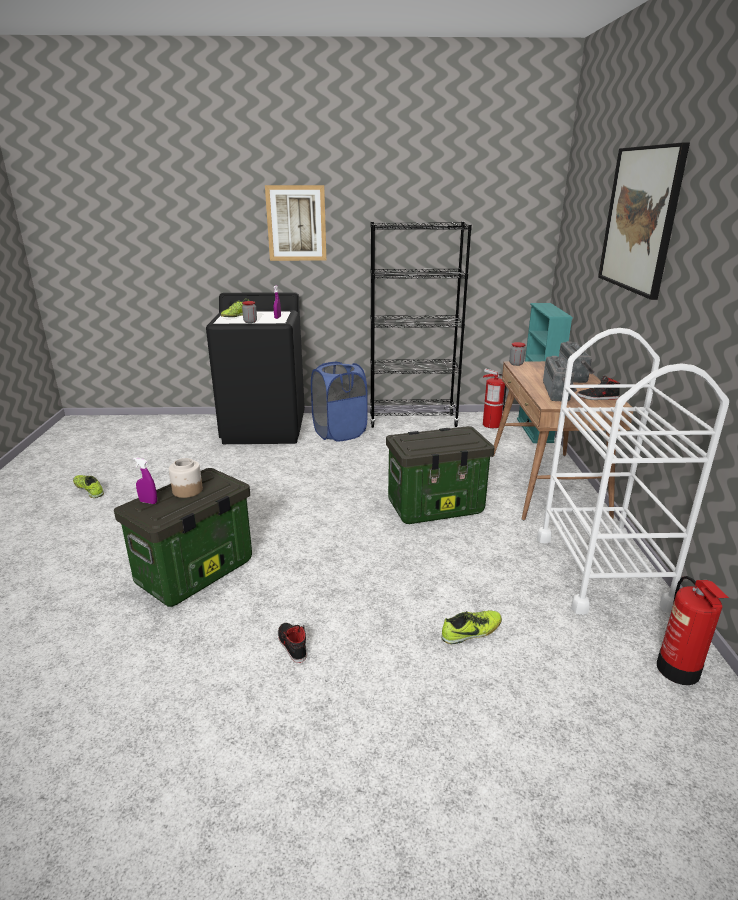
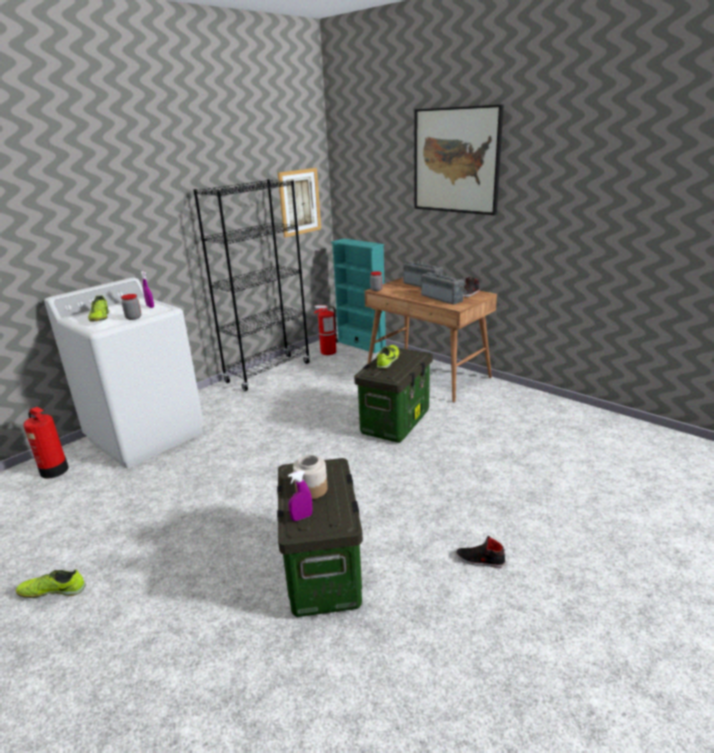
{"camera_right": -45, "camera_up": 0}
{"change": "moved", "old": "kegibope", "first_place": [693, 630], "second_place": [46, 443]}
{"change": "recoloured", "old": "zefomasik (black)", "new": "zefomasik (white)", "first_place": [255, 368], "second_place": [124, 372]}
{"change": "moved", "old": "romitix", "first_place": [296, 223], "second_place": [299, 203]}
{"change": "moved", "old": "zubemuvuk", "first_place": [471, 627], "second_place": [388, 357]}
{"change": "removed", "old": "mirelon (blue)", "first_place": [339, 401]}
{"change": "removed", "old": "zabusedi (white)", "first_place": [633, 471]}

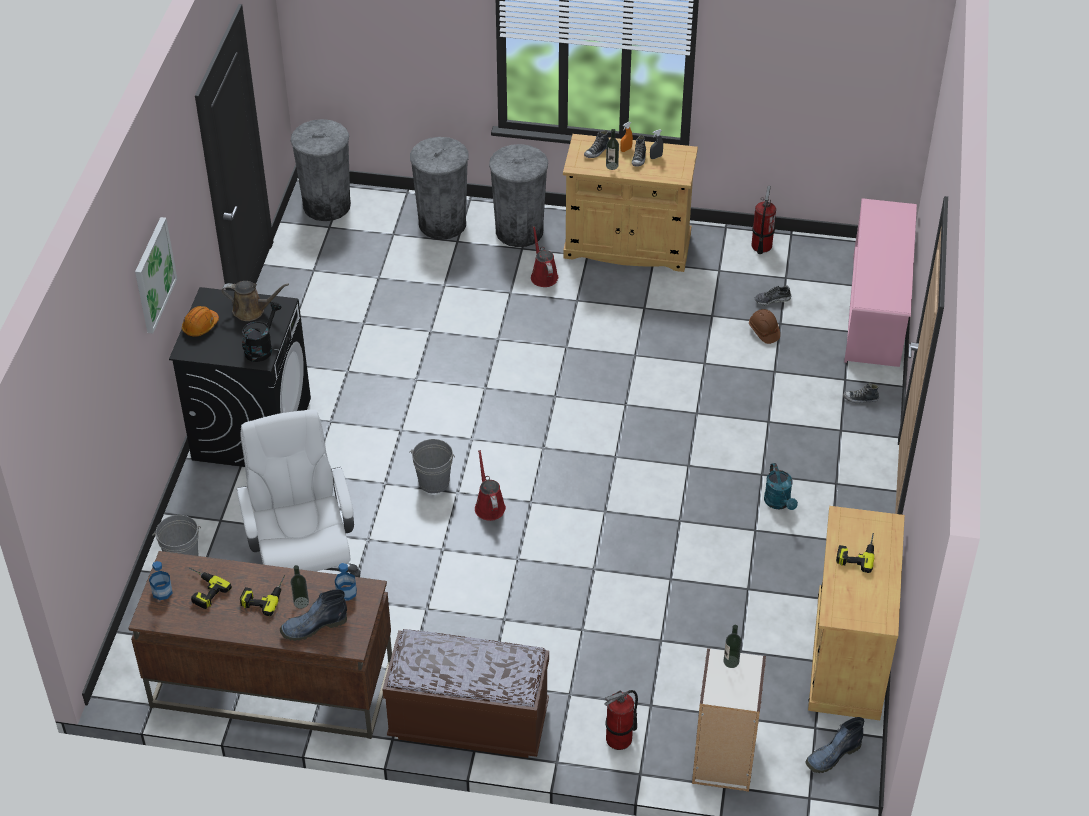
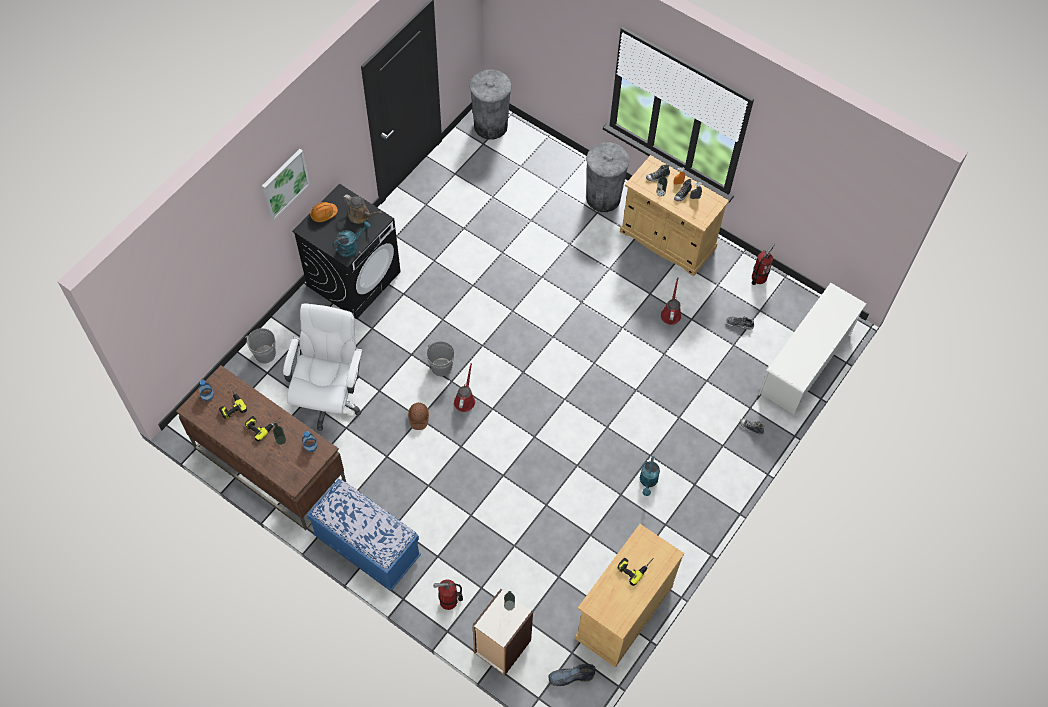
{"camera_right": 25, "camera_up": 15}
{"change": "recoloured", "old": "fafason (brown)", "new": "fafason (blue)", "first_place": [465, 693], "second_place": [364, 535]}
{"change": "recoloured", "old": "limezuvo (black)", "new": "limezuvo (turquoise)", "first_place": [262, 332], "second_place": [351, 239]}
{"change": "moved", "old": "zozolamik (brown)", "first_place": [764, 326], "second_place": [418, 416]}
{"change": "moved", "old": "limezuvo (red)", "first_place": [544, 256], "second_place": [671, 301]}
{"change": "recoloured", "old": "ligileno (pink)", "new": "ligileno (white)", "first_place": [880, 283], "second_place": [812, 348]}
{"change": "removed", "old": "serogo", "first_place": [313, 615]}
{"change": "removed", "old": "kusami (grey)", "first_place": [439, 188]}

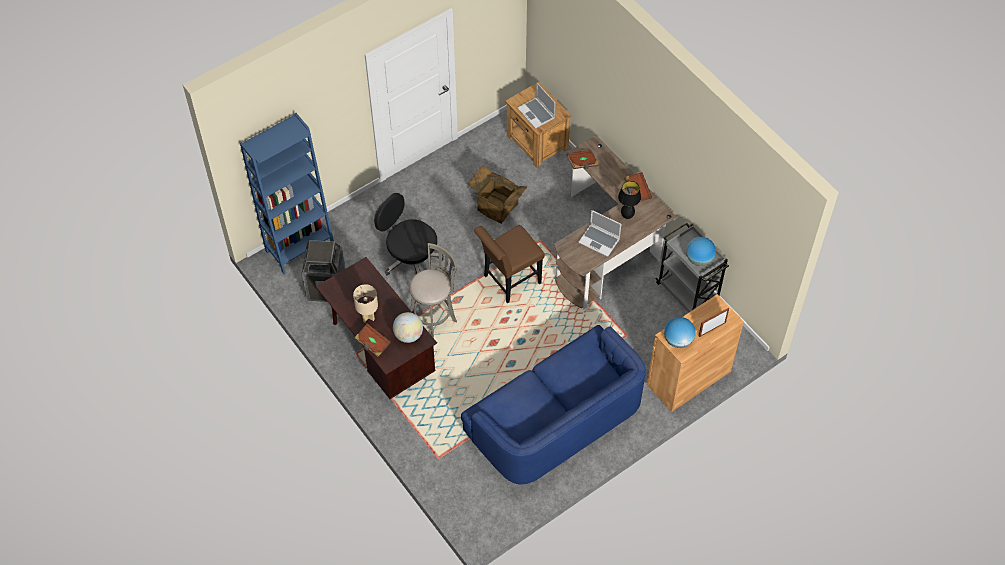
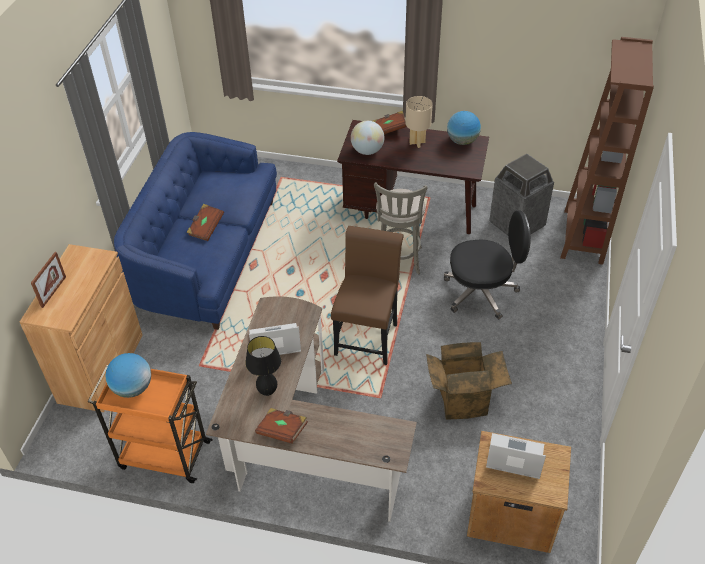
{"camera_right": 140, "camera_up": -10}
{"change": "recoloured", "old": "zabusedi (grey)", "new": "zabusedi (orange)", "first_place": [692, 268], "second_place": [150, 424]}
{"change": "moved", "old": "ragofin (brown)", "first_place": [582, 159], "second_place": [205, 222]}
{"change": "moved", "old": "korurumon", "first_place": [679, 332], "second_place": [464, 128]}
{"change": "recoloured", "old": "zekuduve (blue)", "new": "zekuduve (brown)", "first_place": [287, 193], "second_place": [607, 150]}

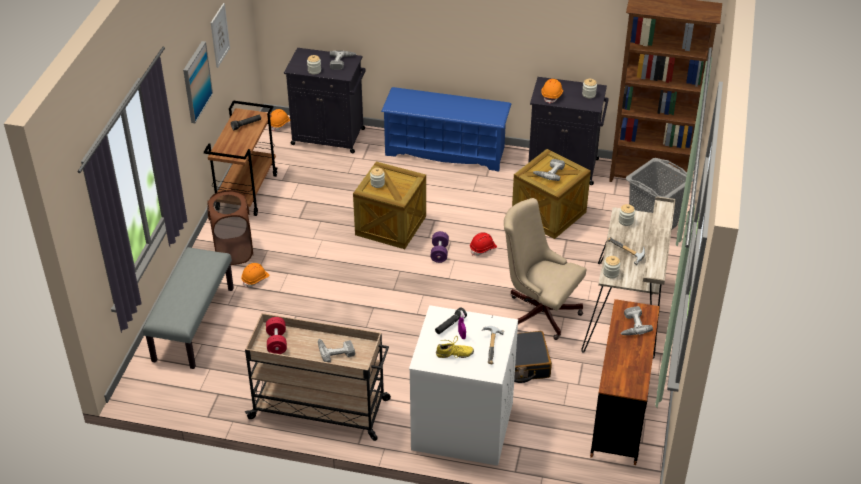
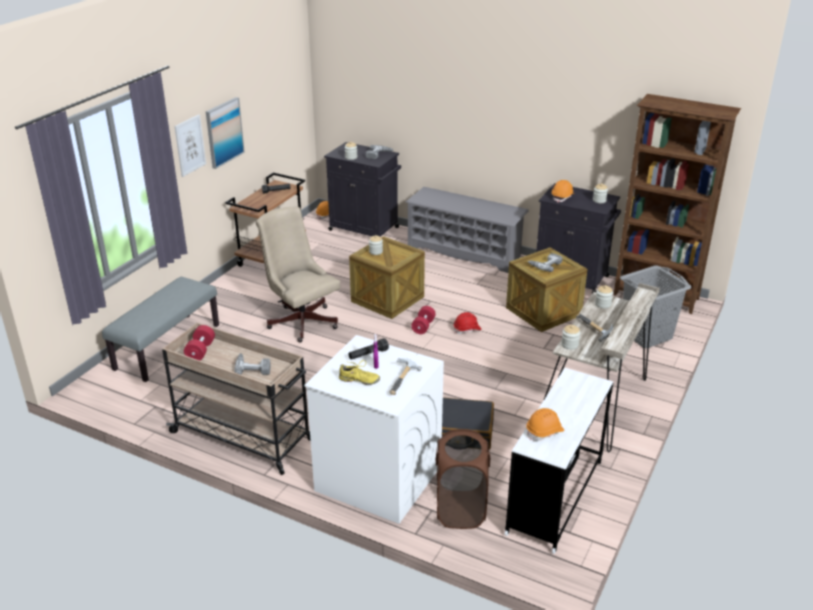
{"camera_right": 15, "camera_up": -10}
{"change": "moved", "old": "romitix", "first_place": [220, 35], "second_place": [190, 146]}
{"change": "moved", "old": "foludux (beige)", "first_place": [545, 269], "second_place": [298, 274]}
{"change": "recoloured", "old": "ligileno (blue)", "new": "ligileno (grey)", "first_place": [446, 129], "second_place": [467, 230]}
{"change": "recoloured", "old": "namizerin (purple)", "new": "namizerin (red)", "first_place": [440, 247], "second_place": [423, 320]}
{"change": "moved", "old": "mirelon (brown)", "first_place": [230, 227], "second_place": [463, 479]}
{"change": "recoloured", "old": "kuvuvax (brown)", "new": "kuvuvax (white)", "first_place": [625, 382], "second_place": [559, 461]}
{"change": "moved", "old": "zozolamik (orange)", "first_place": [255, 275], "second_place": [545, 424]}
{"change": "removed", "old": "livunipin", "first_place": [637, 320]}

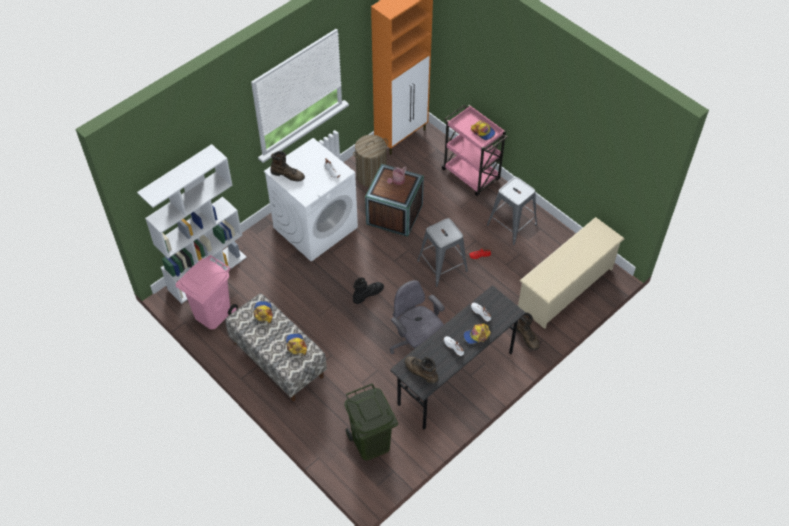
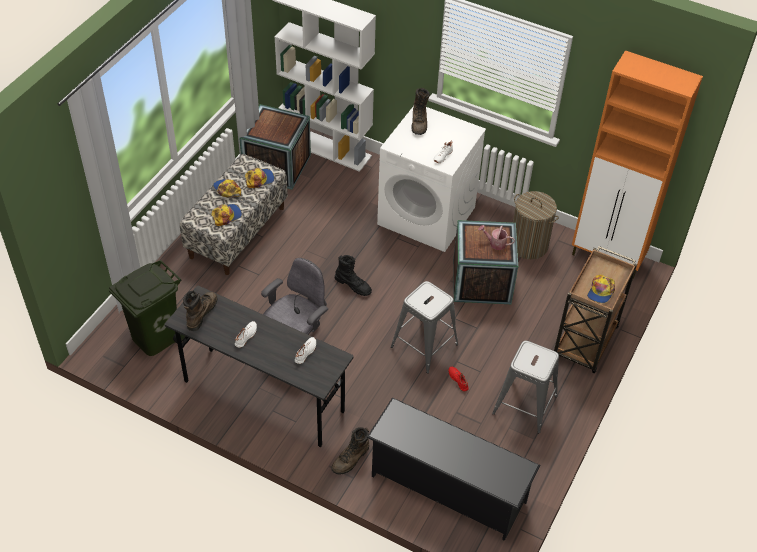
{"camera_right": 70, "camera_up": -5}
{"change": "moved", "old": "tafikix", "first_place": [477, 334], "second_place": [227, 188]}
{"change": "replaced", "old": "kusami (pink)", "new": "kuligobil", "first_place": [207, 292], "second_place": [275, 146]}
{"change": "recoloured", "old": "ligileno (beige)", "new": "ligileno (black)", "first_place": [571, 273], "second_place": [454, 469]}
{"change": "recoloured", "old": "zabusedi (pink)", "new": "zabusedi (brown)", "first_place": [474, 150], "second_place": [595, 310]}

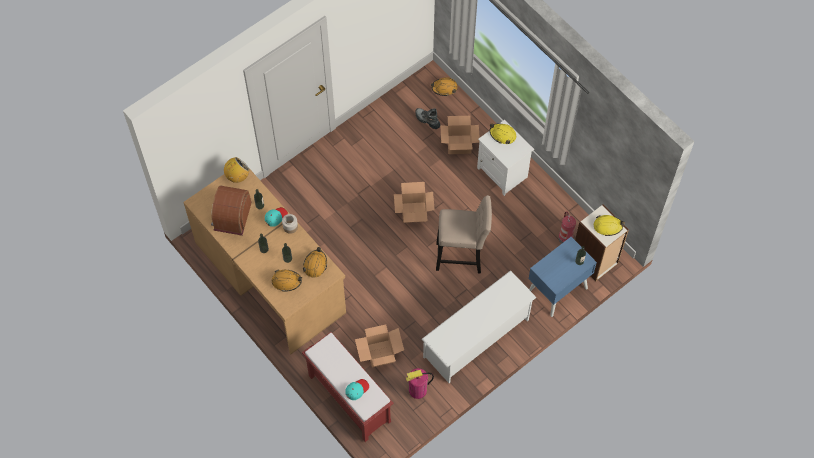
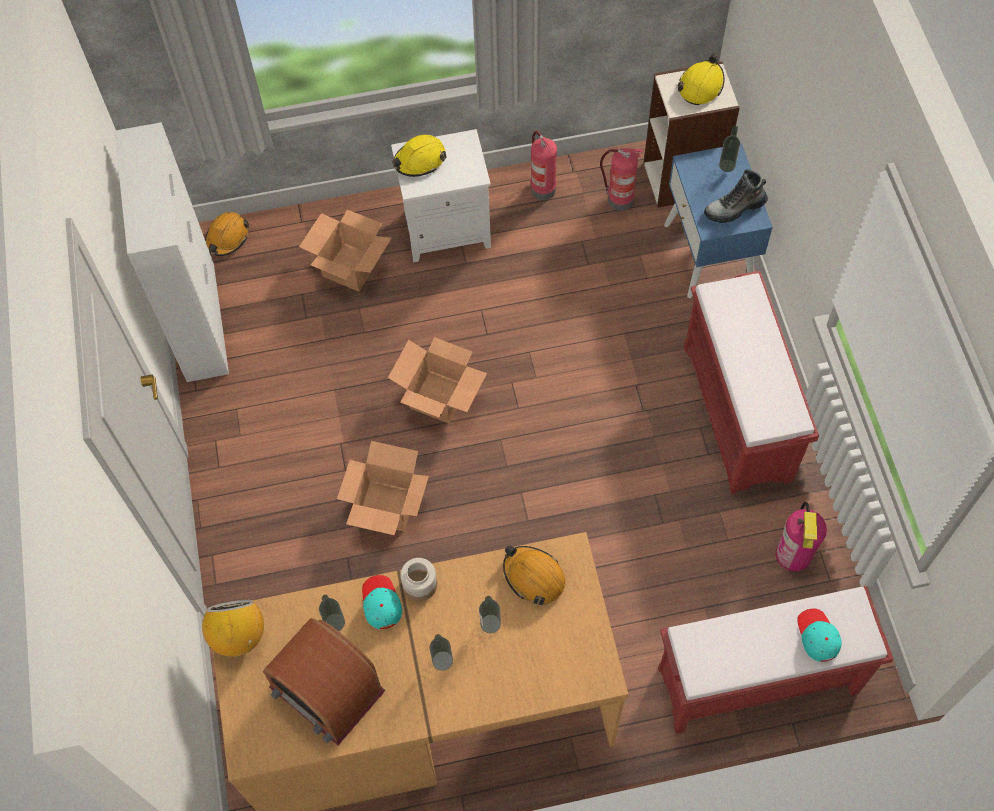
{"camera_right": -60, "camera_up": 0}
{"change": "added", "new": "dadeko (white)", "second_place": [171, 252]}
{"change": "moved", "old": "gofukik", "first_place": [379, 345], "second_place": [383, 488]}
{"change": "added", "new": "kegibope", "second_place": [543, 165]}
{"change": "replaced", "old": "ligileno (white)", "new": "fafason (red)", "first_place": [479, 326], "second_place": [751, 383]}
{"change": "moved", "old": "serogo", "first_place": [427, 118], "second_place": [736, 196]}
{"change": "removed", "old": "zozolamik (orange)", "first_place": [287, 281]}
{"change": "removed", "old": "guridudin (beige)", "first_place": [464, 234]}

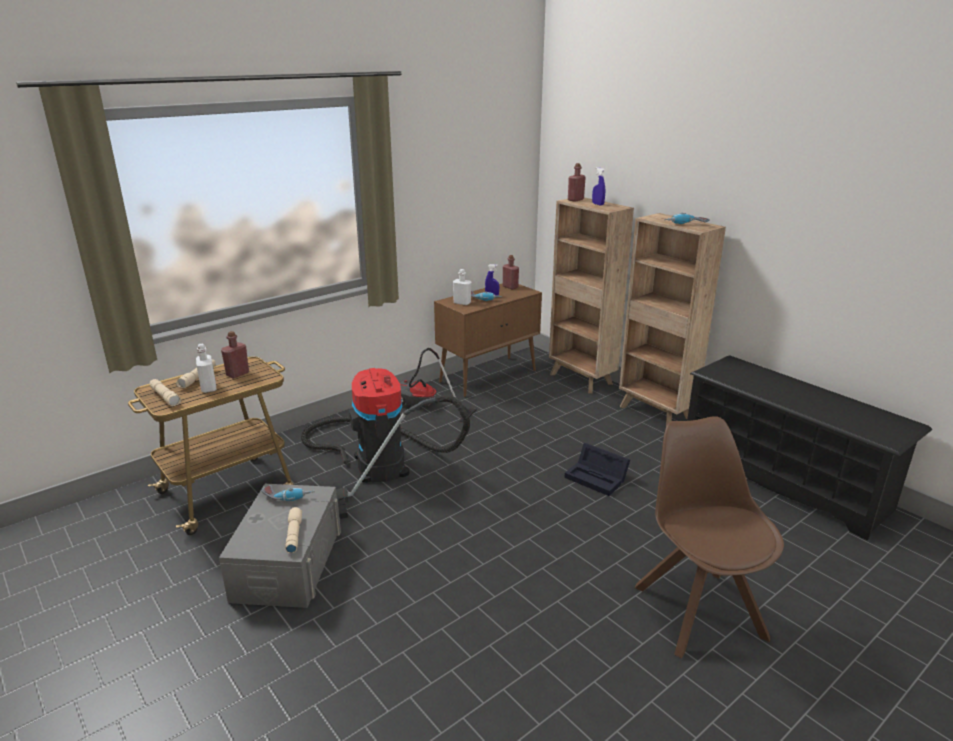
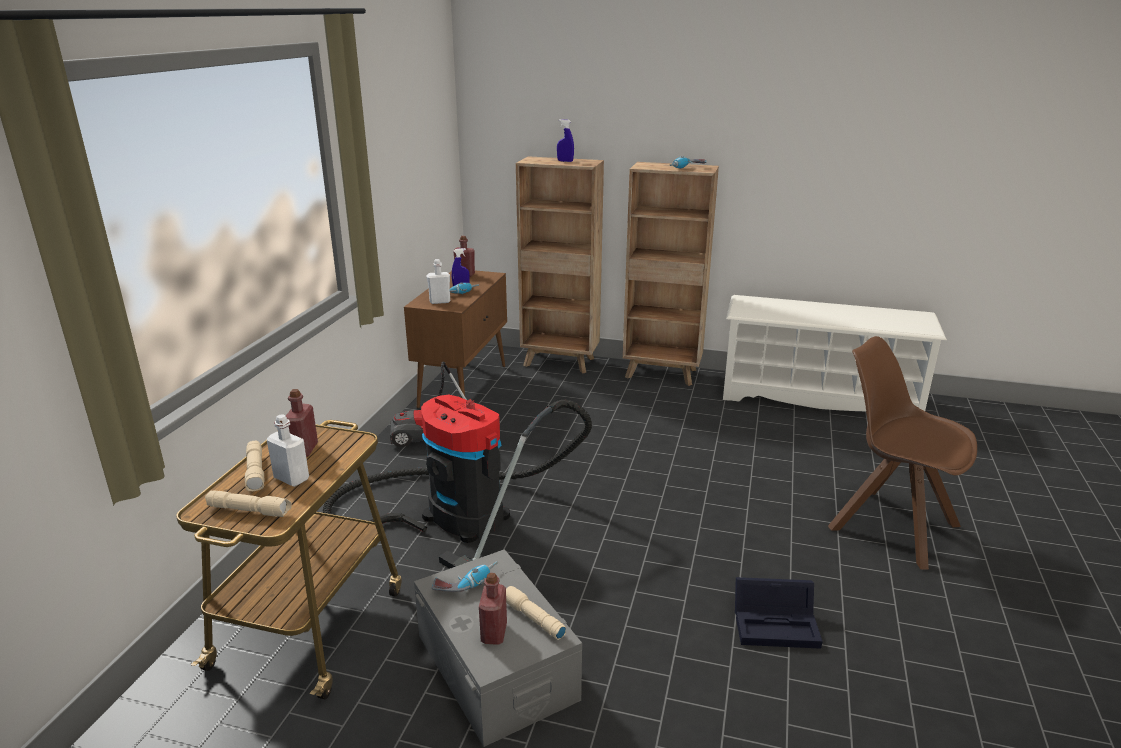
{"camera_right": -35, "camera_up": 0}
{"change": "moved", "old": "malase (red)", "first_place": [577, 182], "second_place": [493, 609]}
{"change": "recoloured", "old": "ligileno (black)", "new": "ligileno (white)", "first_place": [809, 448], "second_place": [835, 353]}
{"change": "moved", "old": "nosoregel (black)", "first_place": [597, 469], "second_place": [779, 613]}

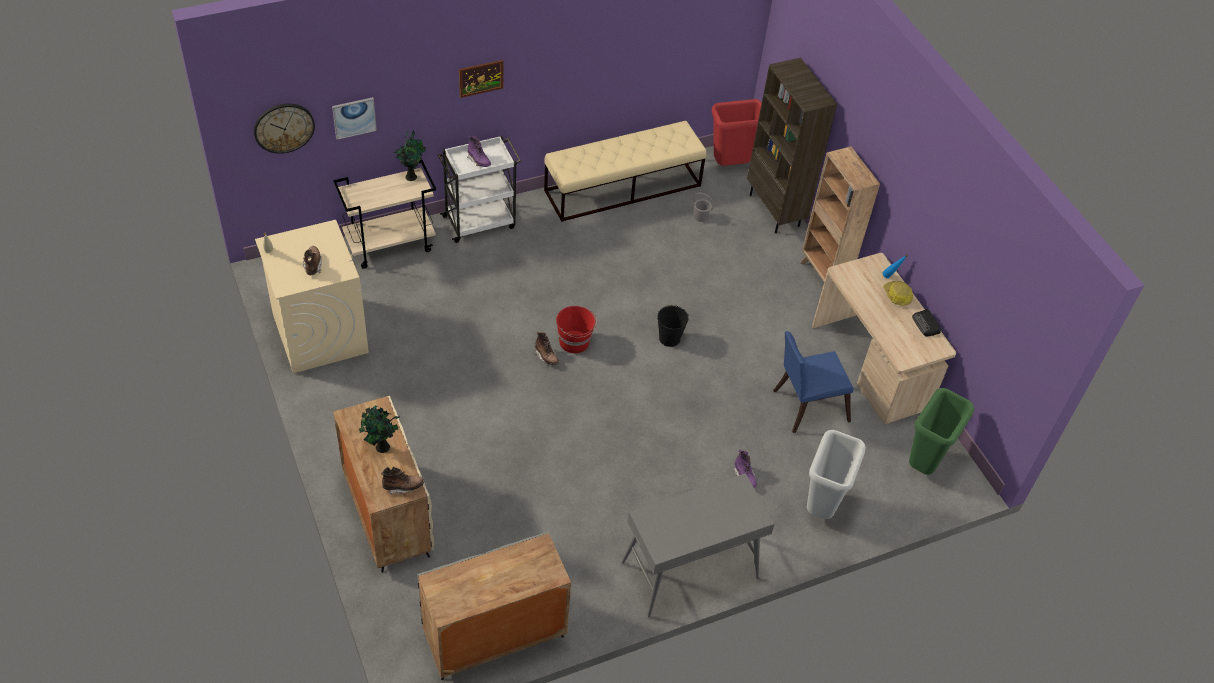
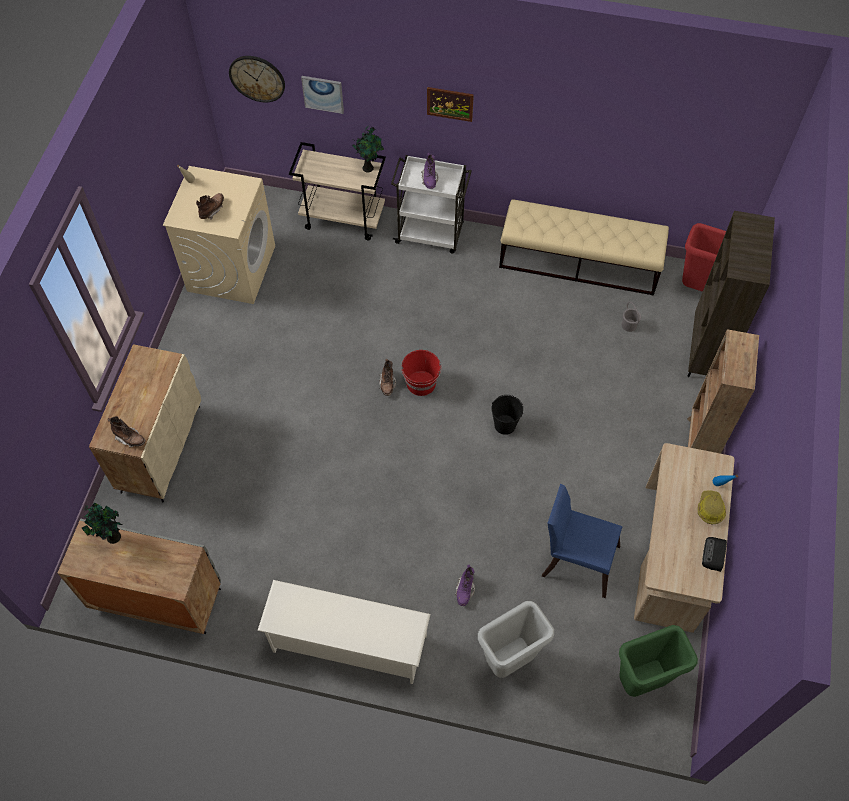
{"camera_right": 40, "camera_up": 10}
{"change": "moved", "old": "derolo", "first_place": [379, 429], "second_place": [102, 523]}
{"change": "replaced", "old": "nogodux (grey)", "new": "ligileno (white)", "first_place": [698, 545], "second_place": [343, 632]}

